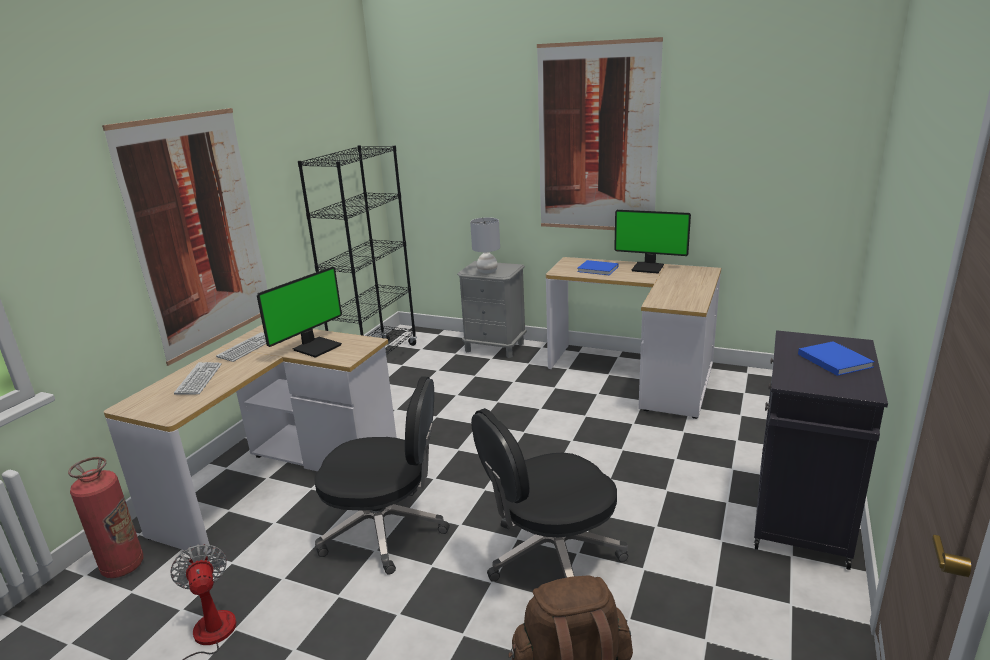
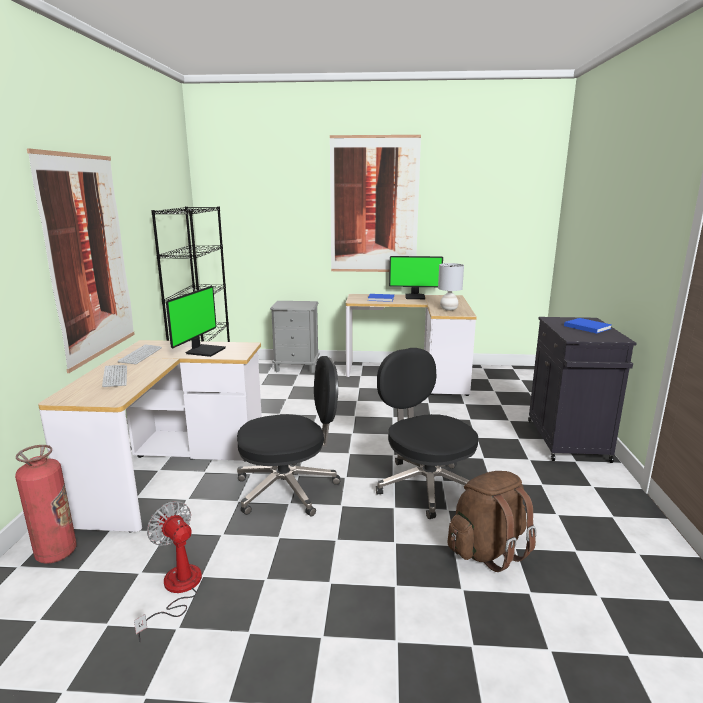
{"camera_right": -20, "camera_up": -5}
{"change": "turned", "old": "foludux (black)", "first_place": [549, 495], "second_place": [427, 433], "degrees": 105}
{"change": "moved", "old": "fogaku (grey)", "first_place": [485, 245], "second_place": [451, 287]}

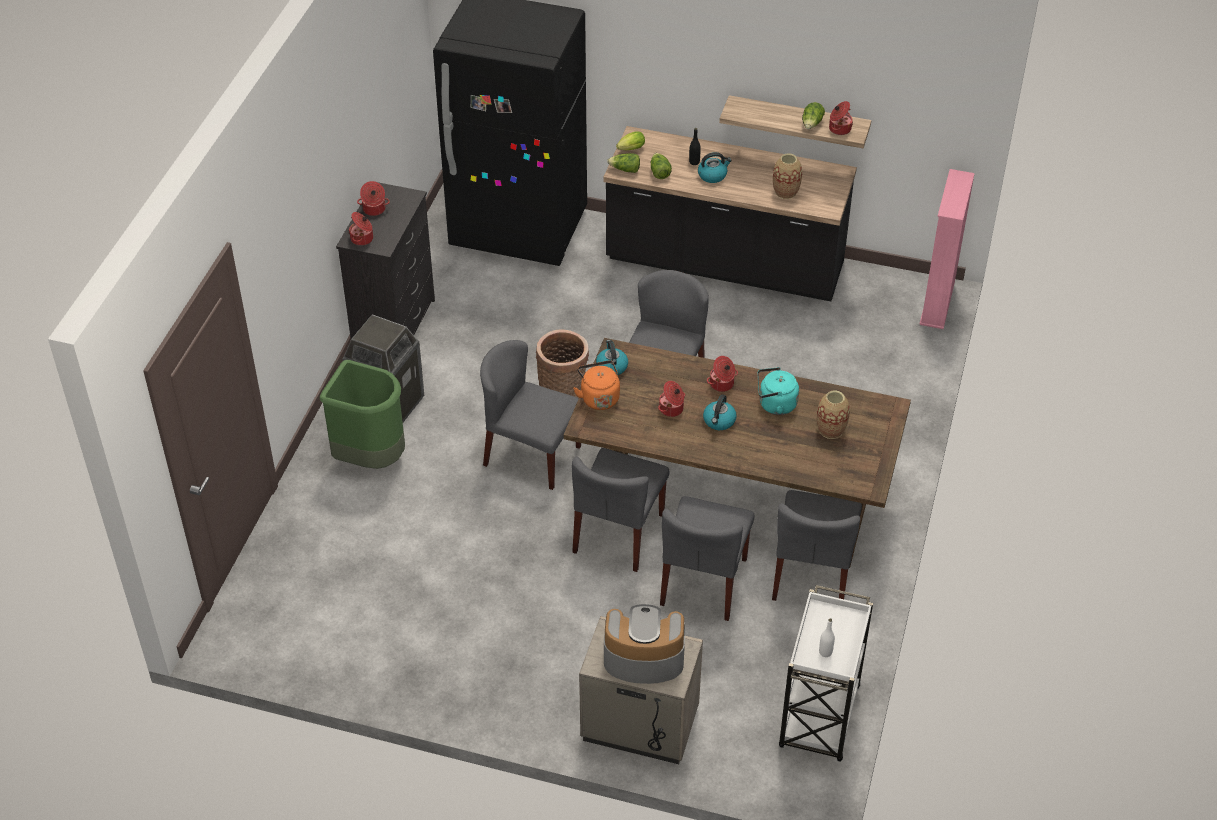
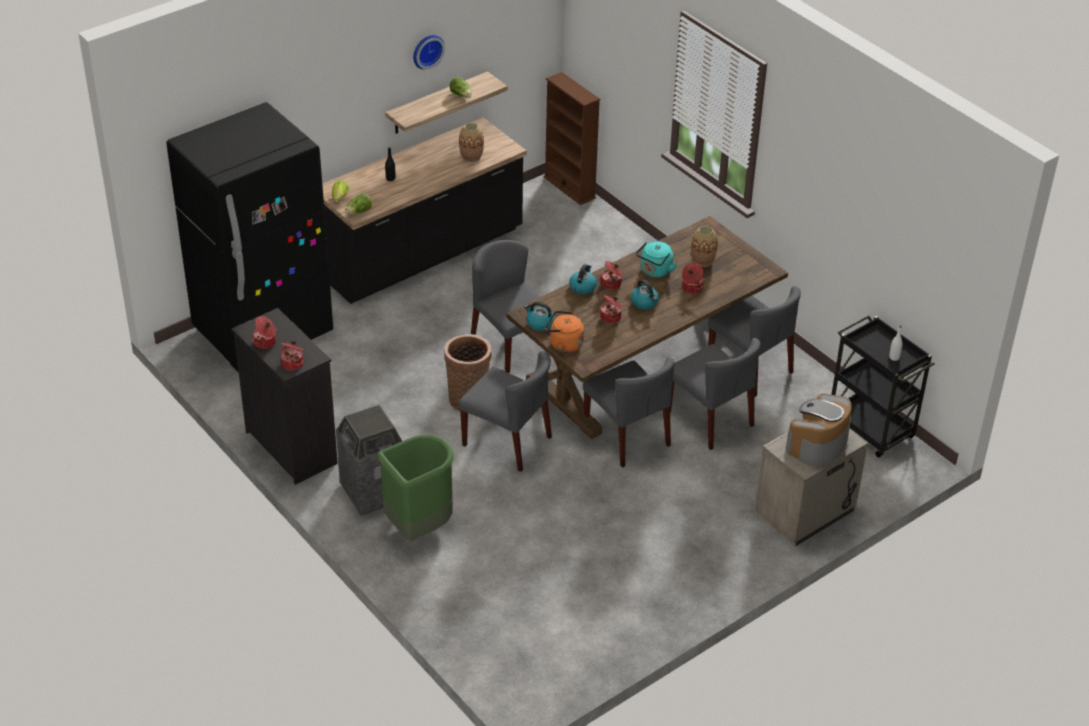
{"camera_right": -55, "camera_up": -5}
{"change": "added", "new": "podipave", "second_place": [429, 52]}
{"change": "turned", "old": "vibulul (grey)", "first_place": [530, 415], "second_place": [505, 411], "degrees": -120}
{"change": "recoloured", "old": "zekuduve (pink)", "new": "zekuduve (brown)", "first_place": [947, 249], "second_place": [572, 138]}
{"change": "moved", "old": "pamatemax", "first_place": [715, 167], "second_place": [583, 279]}
{"change": "moved", "old": "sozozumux", "first_place": [841, 118], "second_place": [692, 278]}
{"change": "recoloured", "old": "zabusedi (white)", "new": "zabusedi (black)", "first_place": [826, 673], "second_place": [883, 386]}
{"change": "removed", "old": "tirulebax", "first_place": [661, 166]}

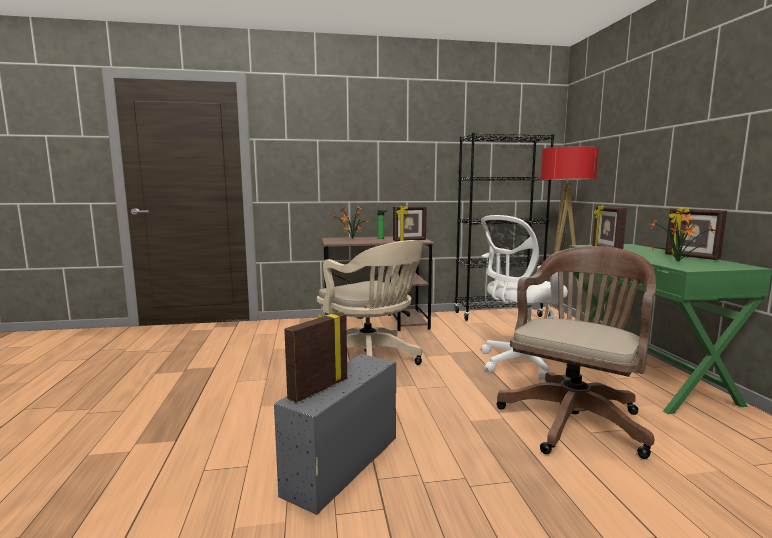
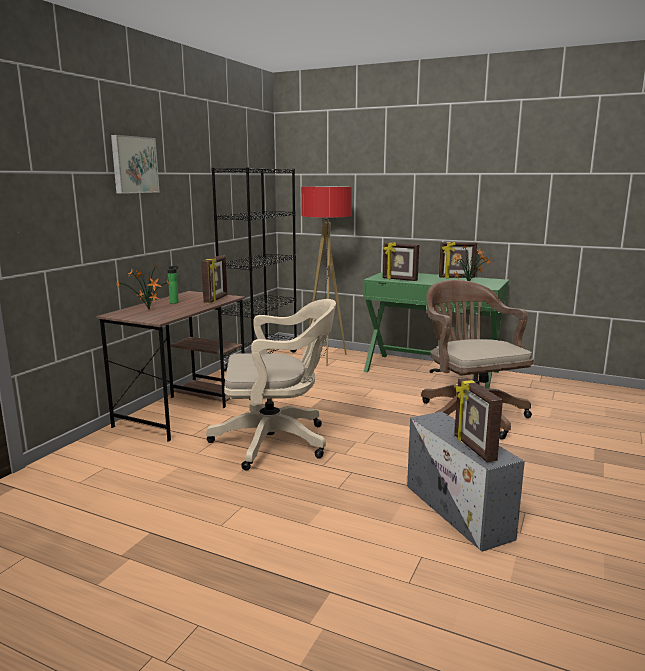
{"camera_right": -55, "camera_up": 5}
{"change": "added", "new": "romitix", "second_place": [135, 164]}
{"change": "removed", "old": "foludux (white)", "first_place": [524, 298]}

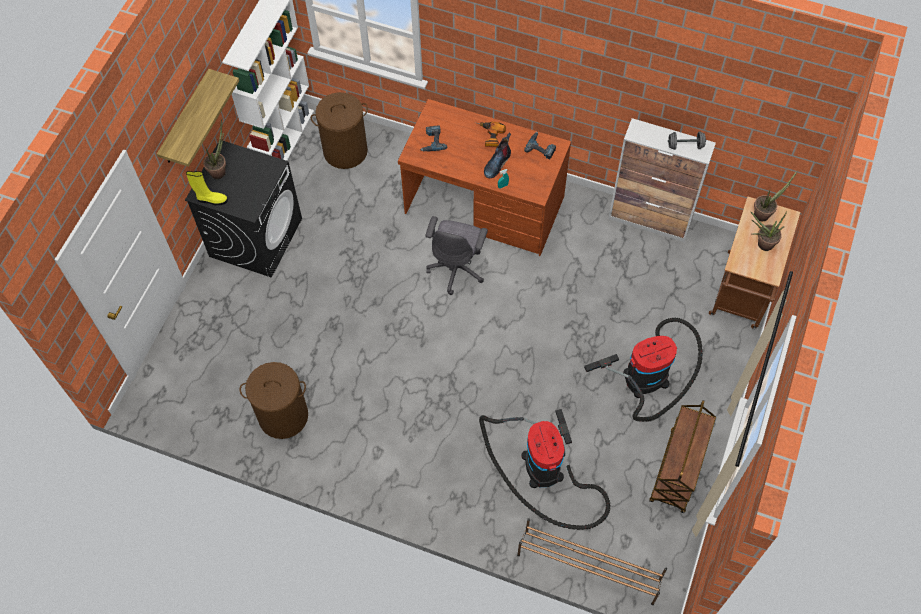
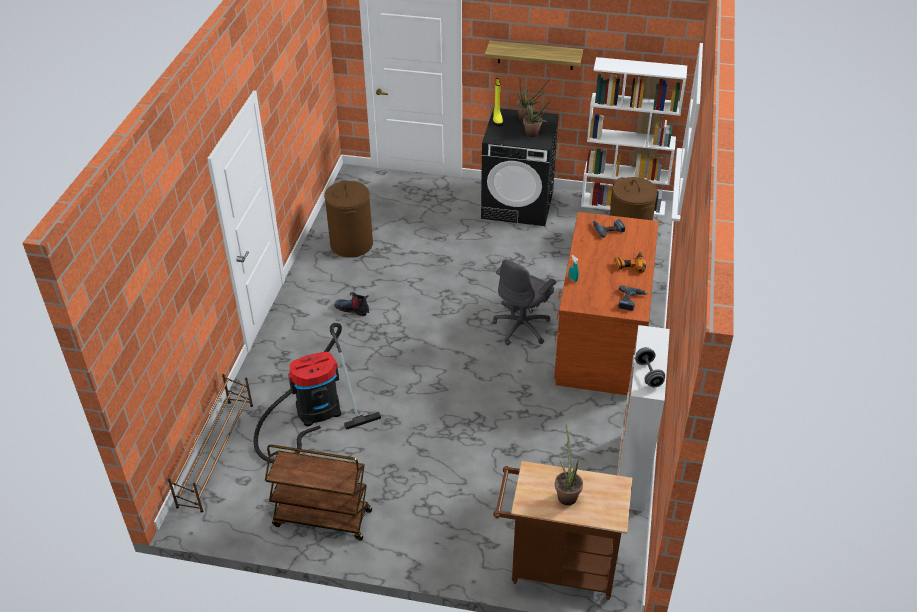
{"camera_right": 80, "camera_up": -20}
{"change": "moved", "old": "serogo", "first_place": [497, 155], "second_place": [351, 304]}
{"change": "turned", "old": "foludux (grey)", "first_place": [457, 255], "second_place": [524, 302], "degrees": -60}
{"change": "moved", "old": "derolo", "first_place": [776, 195], "second_place": [537, 113]}
{"change": "removed", "old": "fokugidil", "first_place": [643, 370]}

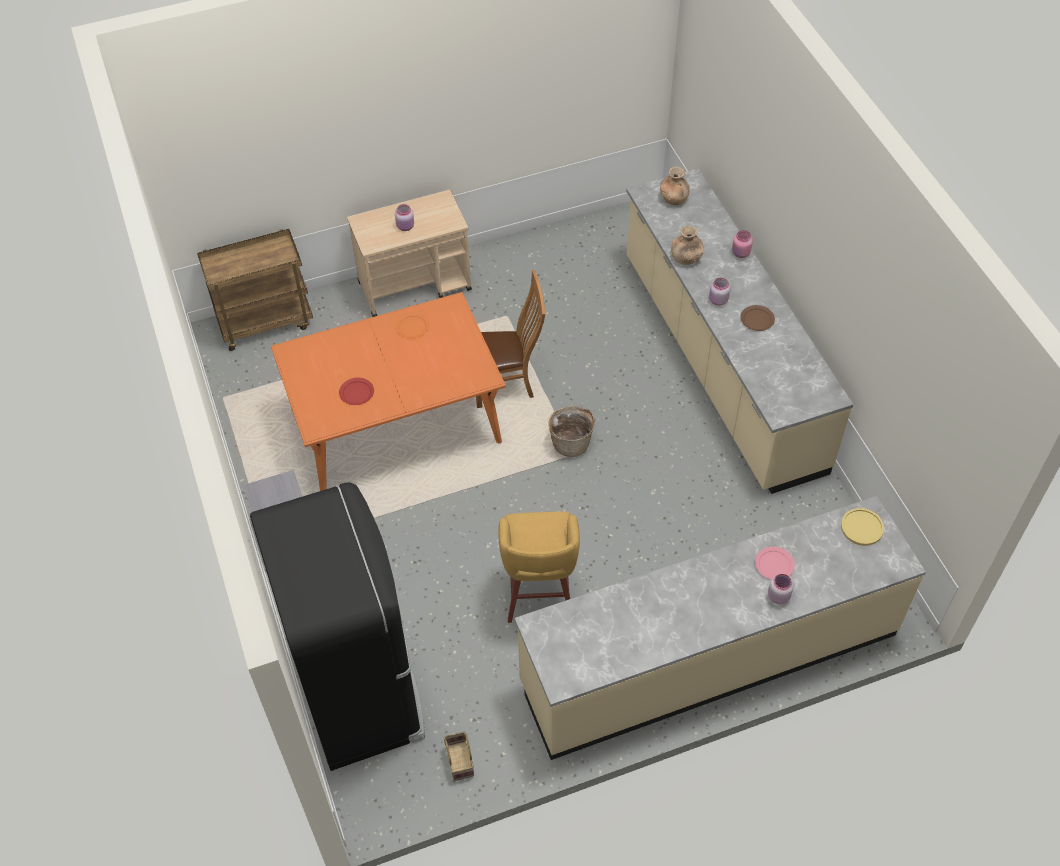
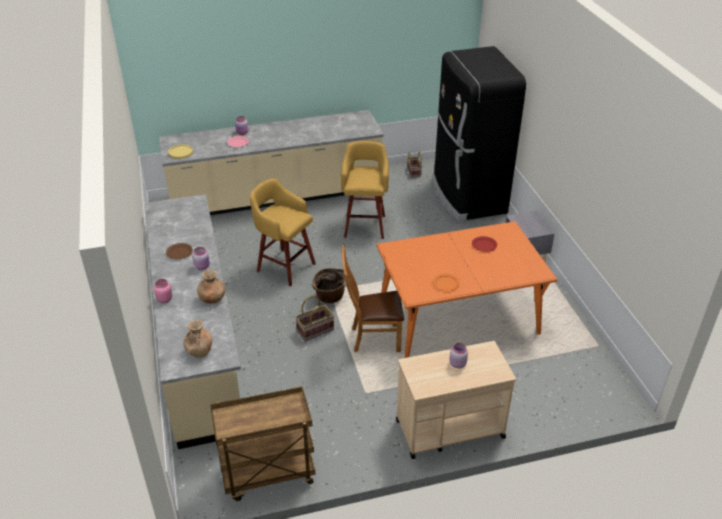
{"camera_right": -175, "camera_up": -15}
{"change": "moved", "old": "zabusedi (brown)", "first_place": [255, 290], "second_place": [262, 443]}
{"change": "added", "new": "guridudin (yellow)", "second_place": [283, 232]}
{"change": "added", "new": "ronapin", "second_place": [314, 318]}

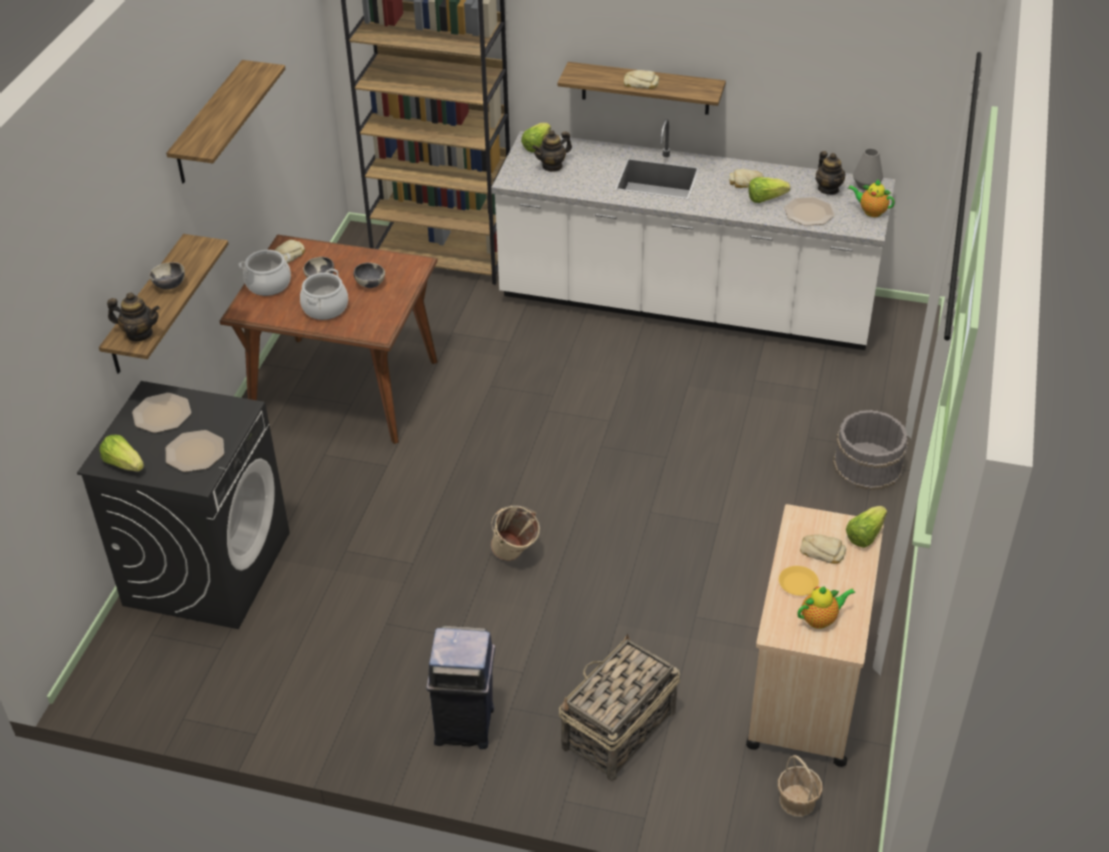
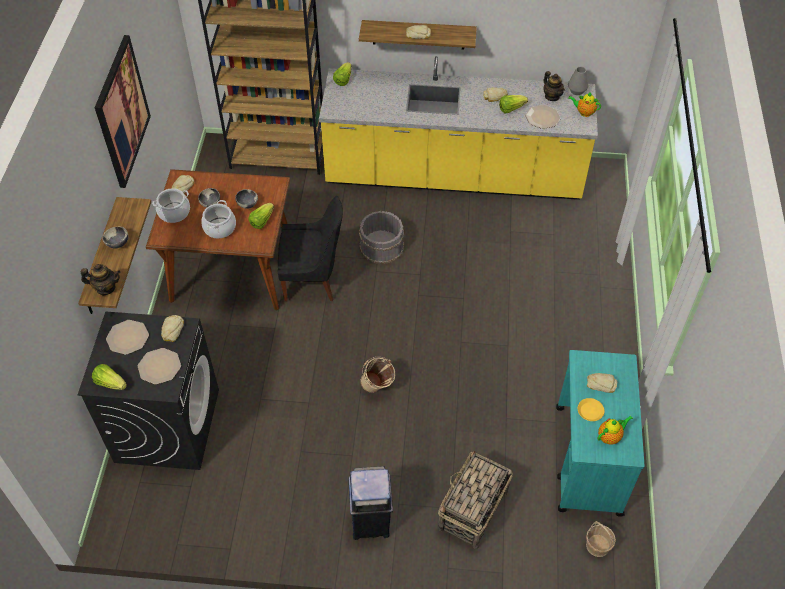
{"camera_right": -10, "camera_up": 10}
{"change": "replaced", "old": "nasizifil", "new": "romitix", "first_place": [225, 122], "second_place": [123, 111]}
{"change": "added", "new": "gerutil", "second_place": [172, 328]}
{"change": "moved", "old": "tirulebax", "first_place": [866, 527], "second_place": [261, 216]}
{"change": "added", "new": "vibulul (black)", "second_place": [310, 248]}
{"change": "recoloured", "old": "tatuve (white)", "new": "tatuve (yellow)", "first_place": [693, 234], "second_place": [458, 128]}
{"change": "moved", "old": "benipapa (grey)", "first_place": [870, 450], "second_place": [381, 237]}
{"change": "recoloured", "old": "zabusedi (beige)", "new": "zabusedi (turquoise)", "first_place": [815, 635], "second_place": [600, 433]}
{"change": "removed", "old": "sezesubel", "first_place": [552, 151]}

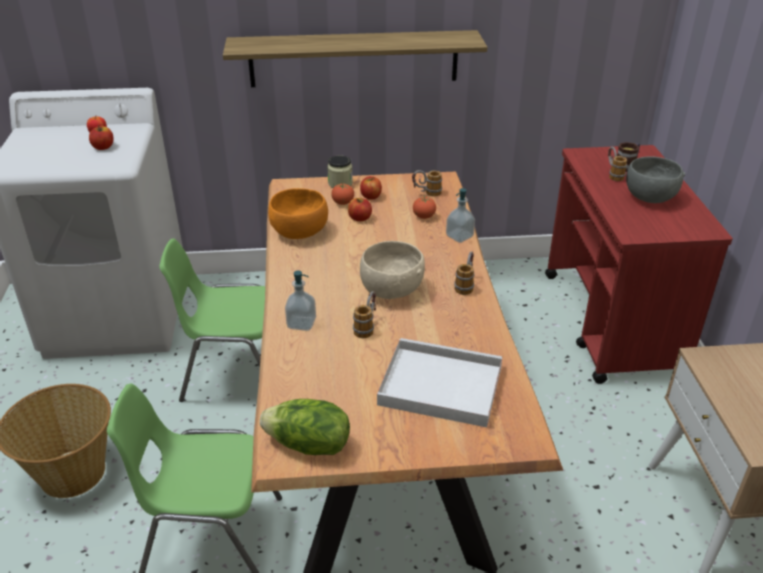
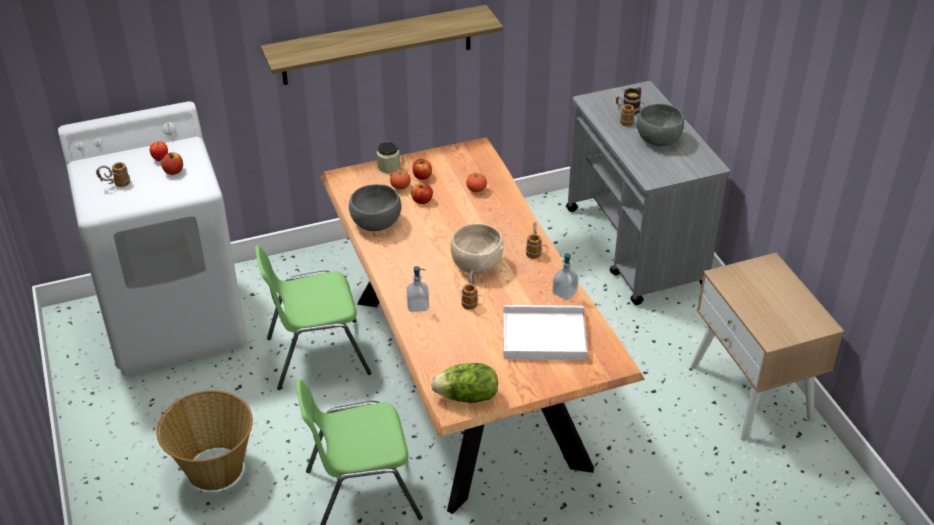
{"camera_right": -15, "camera_up": 5}
{"change": "moved", "old": "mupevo", "first_place": [427, 183], "second_place": [113, 174]}
{"change": "recoloured", "old": "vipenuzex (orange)", "new": "vipenuzex (grey)", "first_place": [298, 213], "second_place": [375, 207]}
{"change": "moved", "old": "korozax", "first_place": [460, 215], "second_place": [565, 276]}
{"change": "recoloured", "old": "zabusedi (red)", "new": "zabusedi (grey)", "first_place": [639, 264], "second_place": [648, 193]}

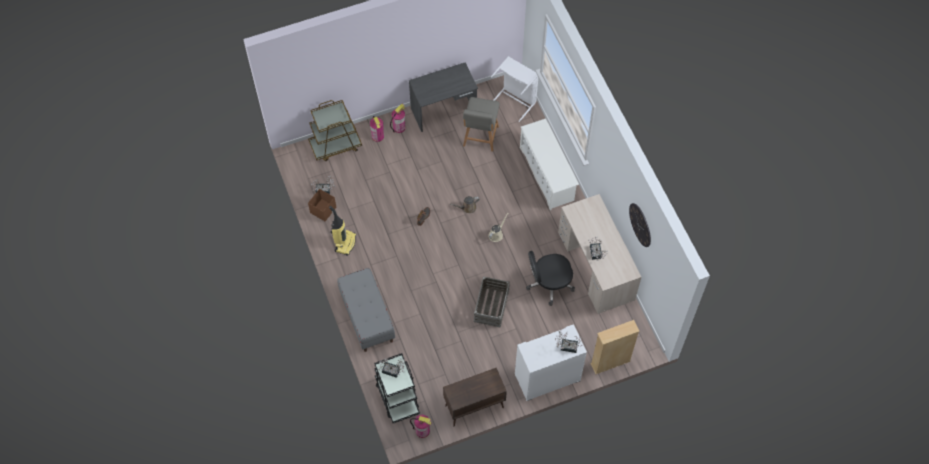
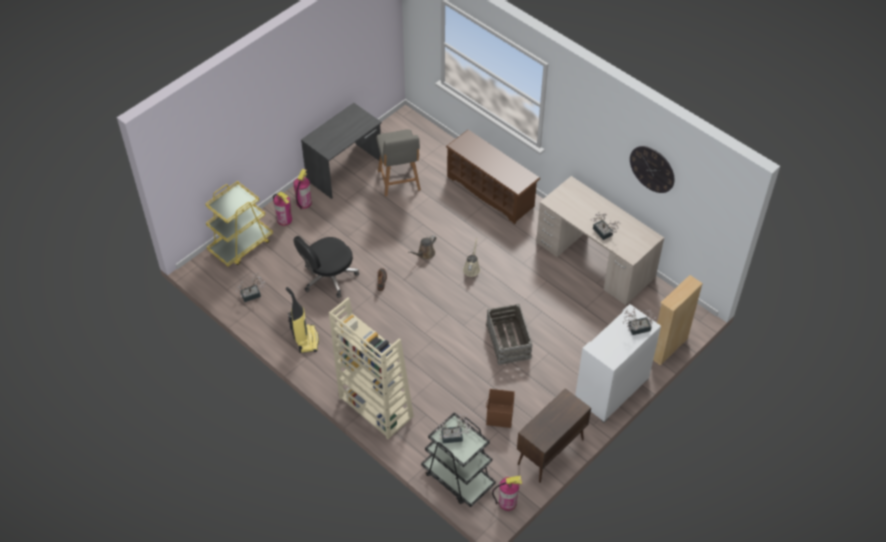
{"camera_right": -25, "camera_up": -10}
{"change": "recoloured", "old": "zabusedi (brown)", "new": "zabusedi (yellow)", "first_place": [335, 130], "second_place": [239, 223]}
{"change": "moved", "old": "foludux (black)", "first_place": [550, 278], "second_place": [326, 267]}
{"change": "replaced", "old": "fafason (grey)", "new": "zekuduve (beige)", "first_place": [366, 310], "second_place": [371, 368]}
{"change": "recoloured", "old": "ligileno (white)", "new": "ligileno (brown)", "first_place": [549, 164], "second_place": [493, 177]}
{"change": "moved", "old": "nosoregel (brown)", "first_place": [322, 205], "second_place": [500, 408]}
{"change": "removed", "old": "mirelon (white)", "first_place": [514, 89]}

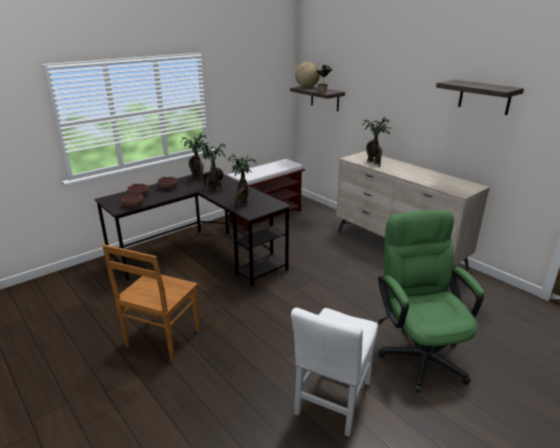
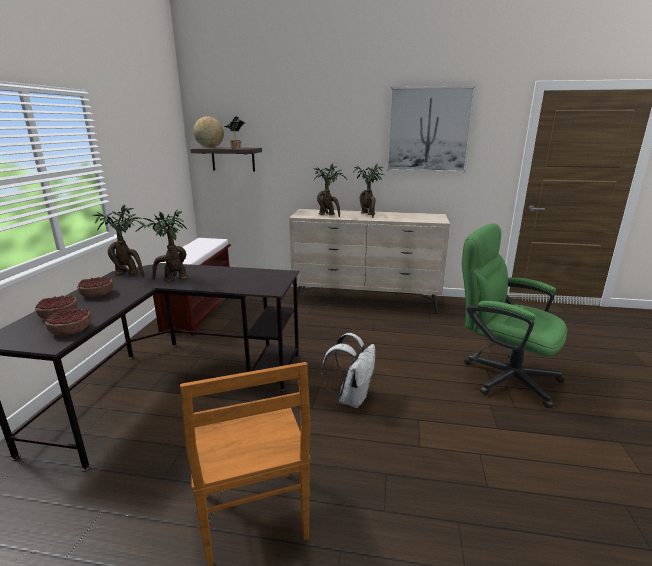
{"camera_right": -40, "camera_up": -5}
{"change": "added", "new": "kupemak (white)", "second_place": [348, 370]}
{"change": "moved", "old": "derolo", "first_place": [242, 181], "second_place": [369, 190]}
{"change": "replaced", "old": "nasizifil", "new": "romitix", "first_place": [480, 97], "second_place": [431, 129]}
{"change": "removed", "old": "vibulul (white)", "first_place": [334, 372]}

